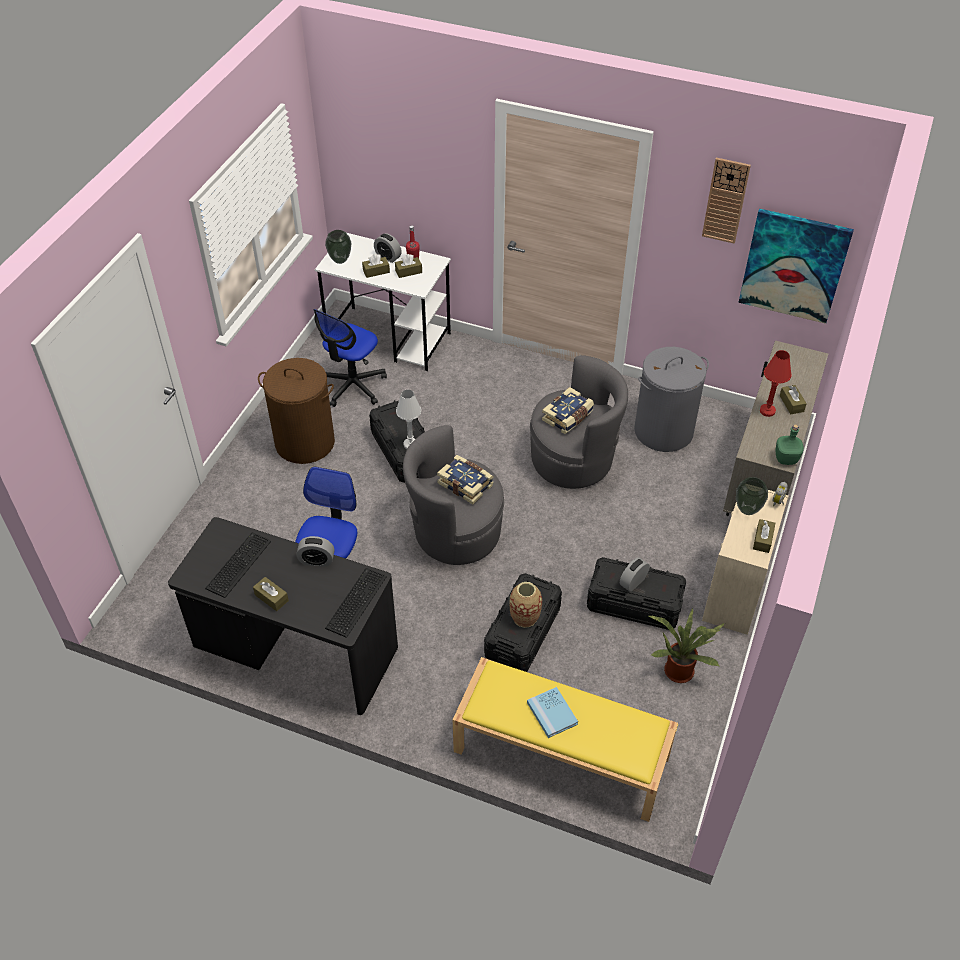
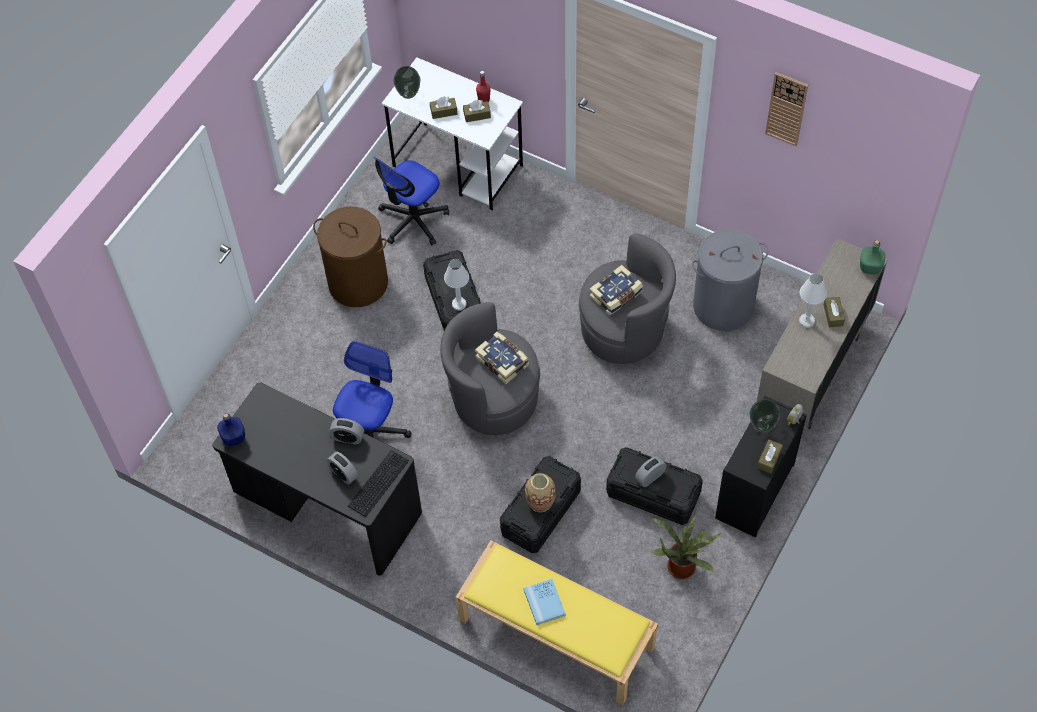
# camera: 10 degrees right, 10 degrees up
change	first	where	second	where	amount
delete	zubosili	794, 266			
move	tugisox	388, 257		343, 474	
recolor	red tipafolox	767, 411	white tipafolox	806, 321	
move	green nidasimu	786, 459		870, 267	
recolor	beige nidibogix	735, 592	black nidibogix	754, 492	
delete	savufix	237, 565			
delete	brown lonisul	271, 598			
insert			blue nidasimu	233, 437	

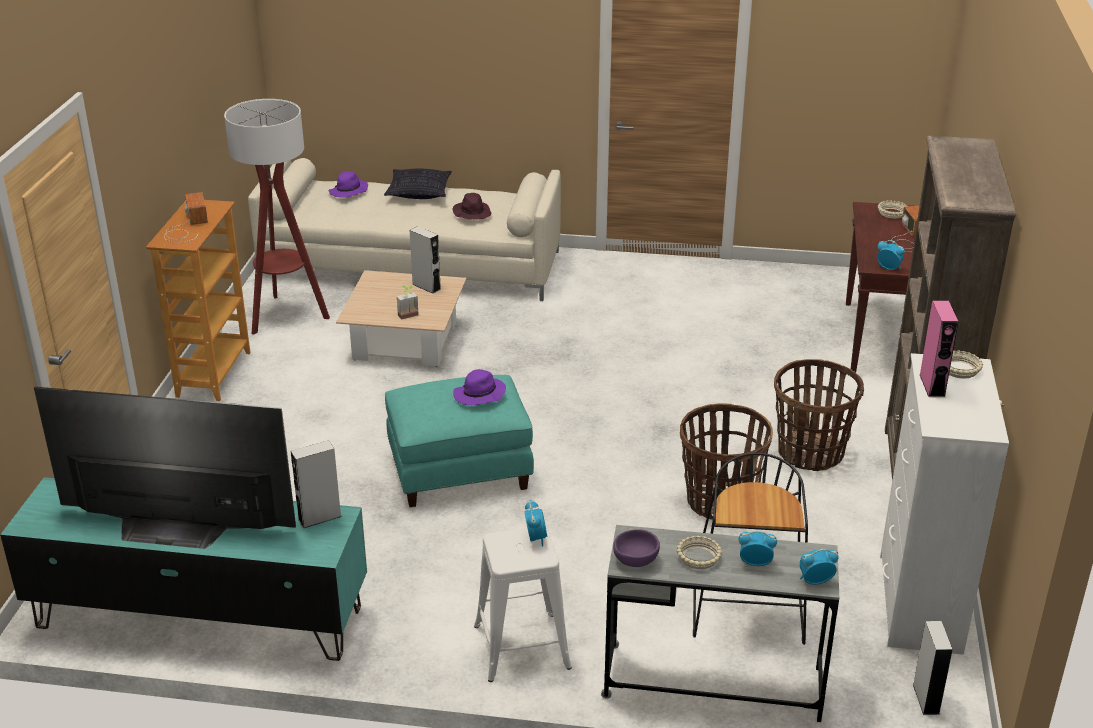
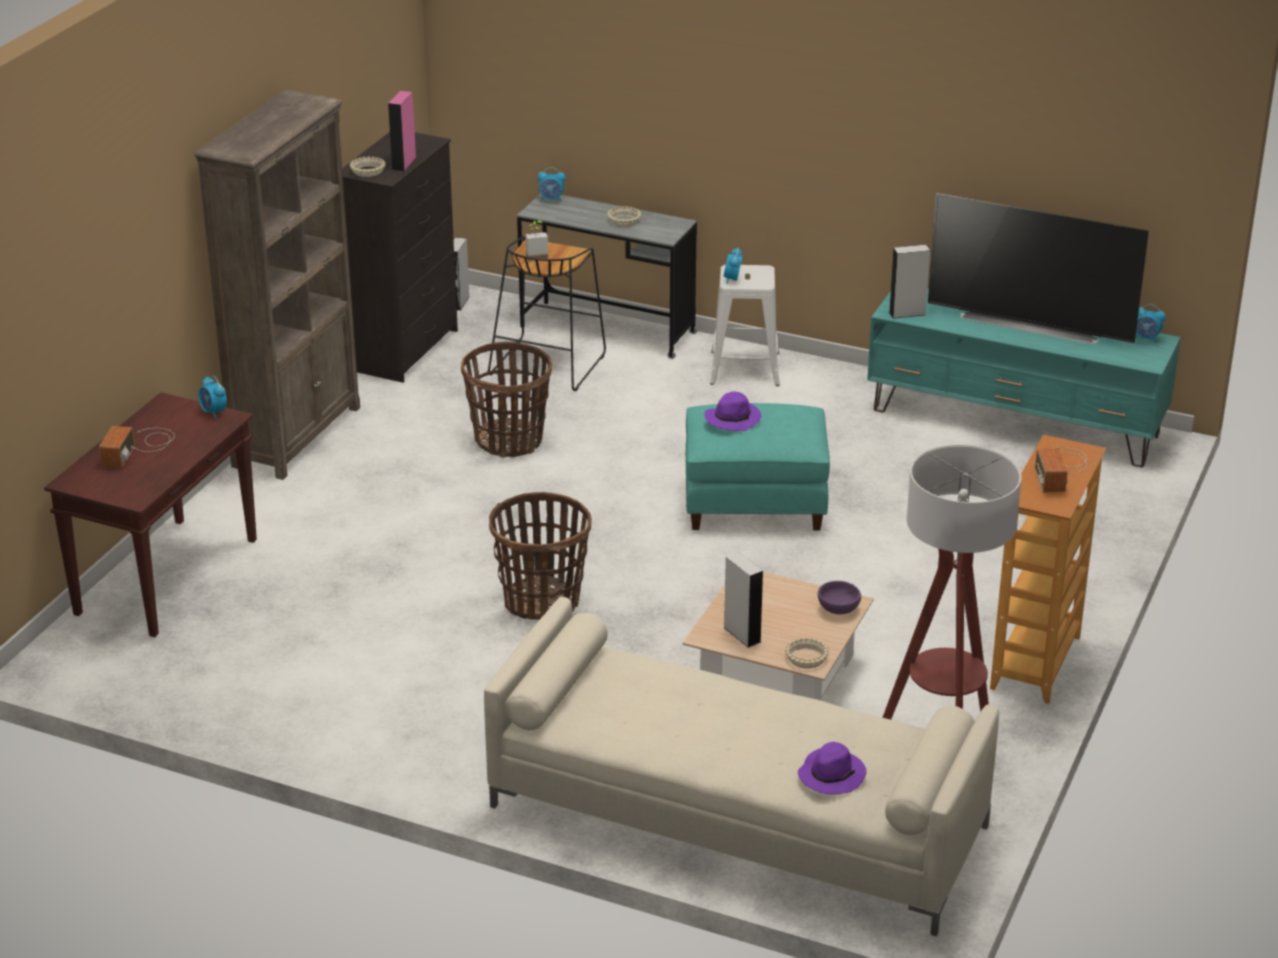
# camera: 165 degrees left, 0 degrees up
change	first	where	second	where	amount
delete	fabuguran	419, 193			
delete	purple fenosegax	472, 213			
move	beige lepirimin	892, 213		806, 658	
move	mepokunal	409, 317		536, 255	
recolor	white nidibogix	918, 604	black nidibogix	405, 350	
move	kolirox	810, 453		542, 601	
move	purple lepirimin	636, 560		837, 608	
move	tugisox	755, 562		1146, 339	

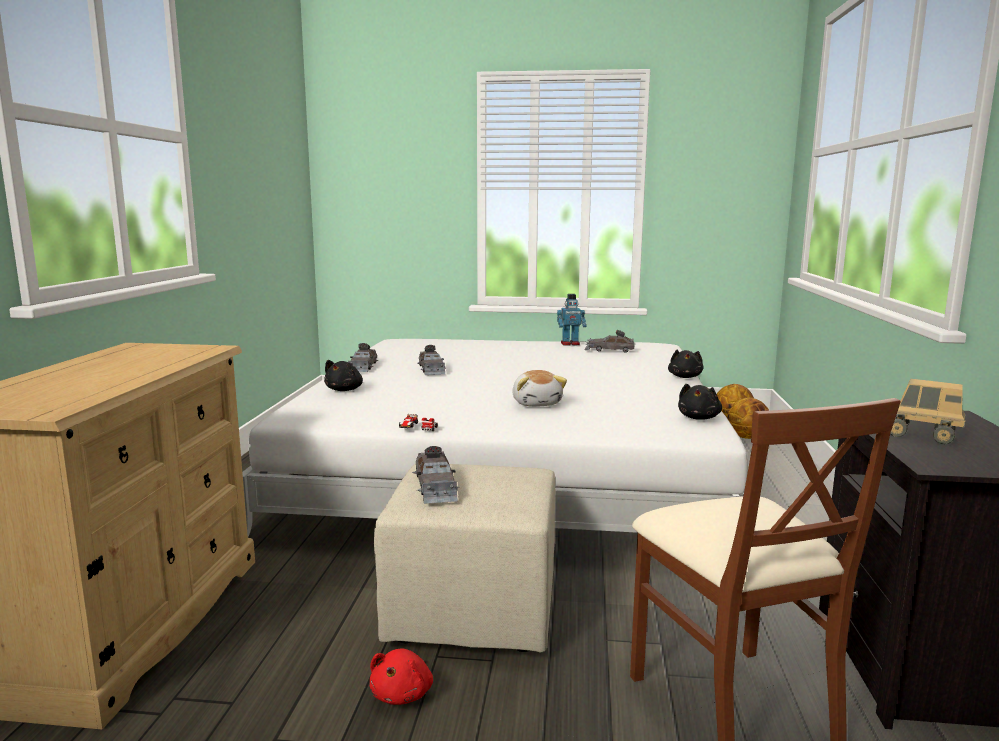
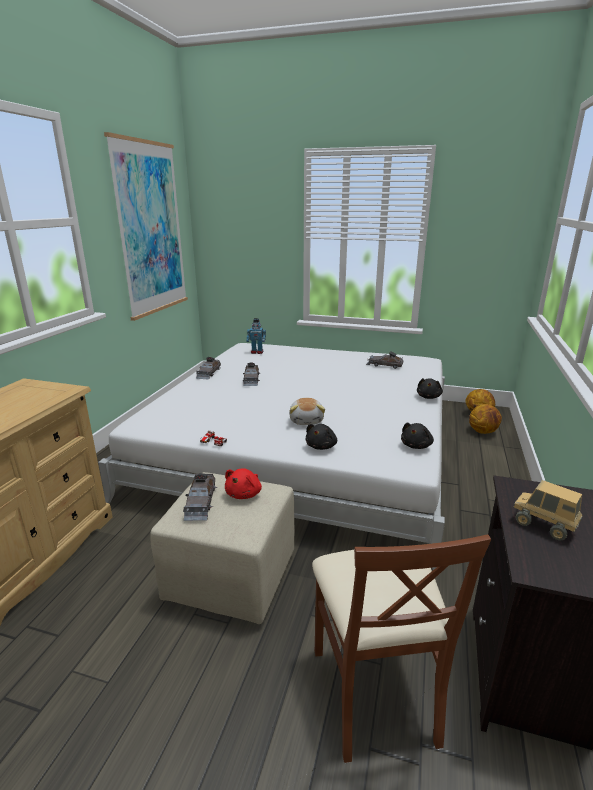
# camera: 10 degrees right, 10 degrees up
change	first	where	second	where	amount
move	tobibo	570, 344		257, 352	
move	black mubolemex	345, 390		321, 446	
move	red mubolemex	403, 694		244, 494	
insert			zubosili	150, 229	

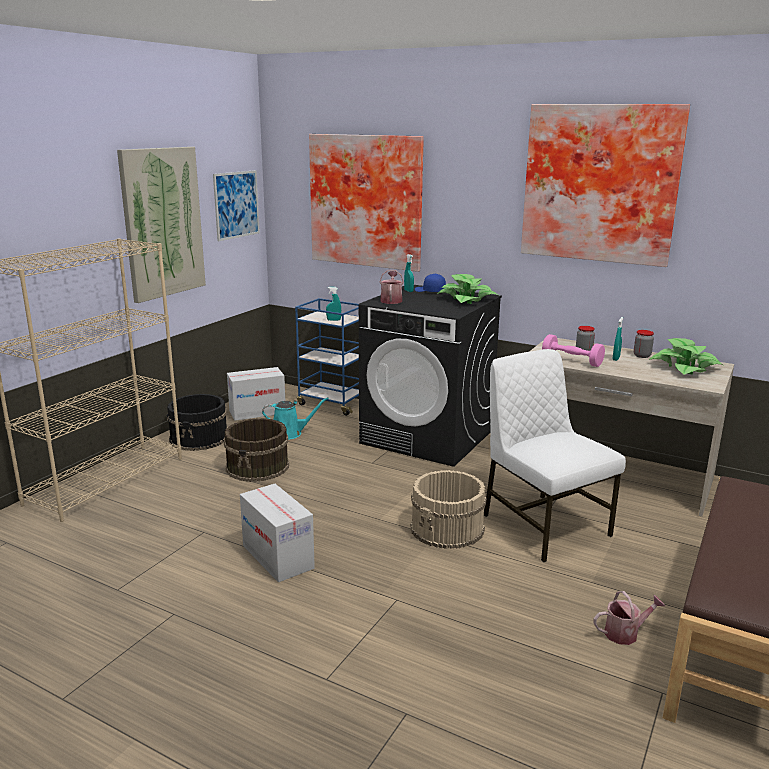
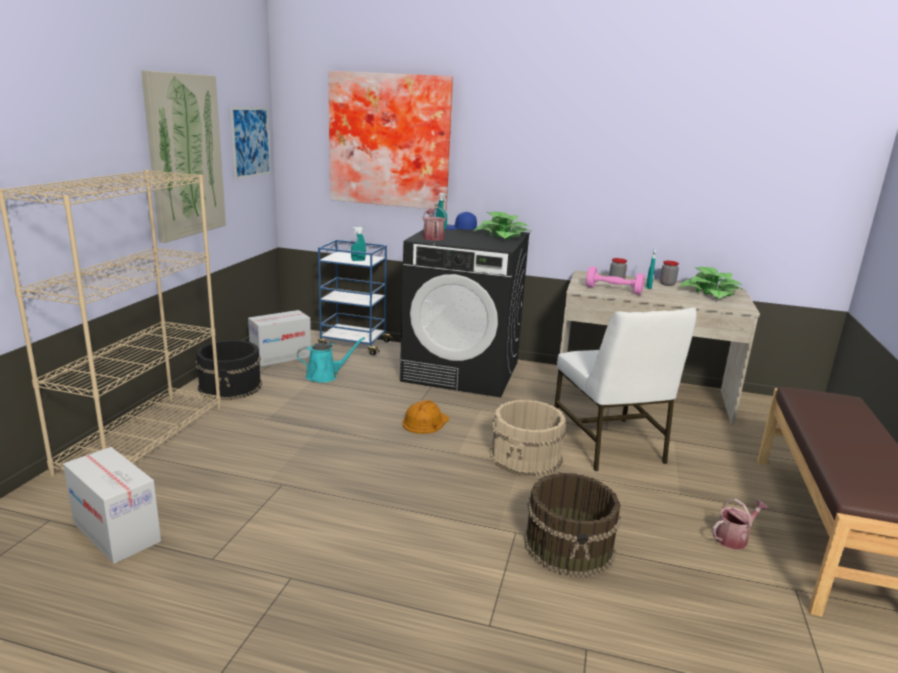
# camera: 15 degrees left, 0 degrees up
change	first	where	second	where	amount
delete	zubosili	600, 183			
rotate	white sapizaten	543, 524		609, 444	150 degrees counterclockwise
move	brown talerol	258, 467		569, 546	
move	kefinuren	278, 557		117, 532	
insert			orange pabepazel	425, 422	

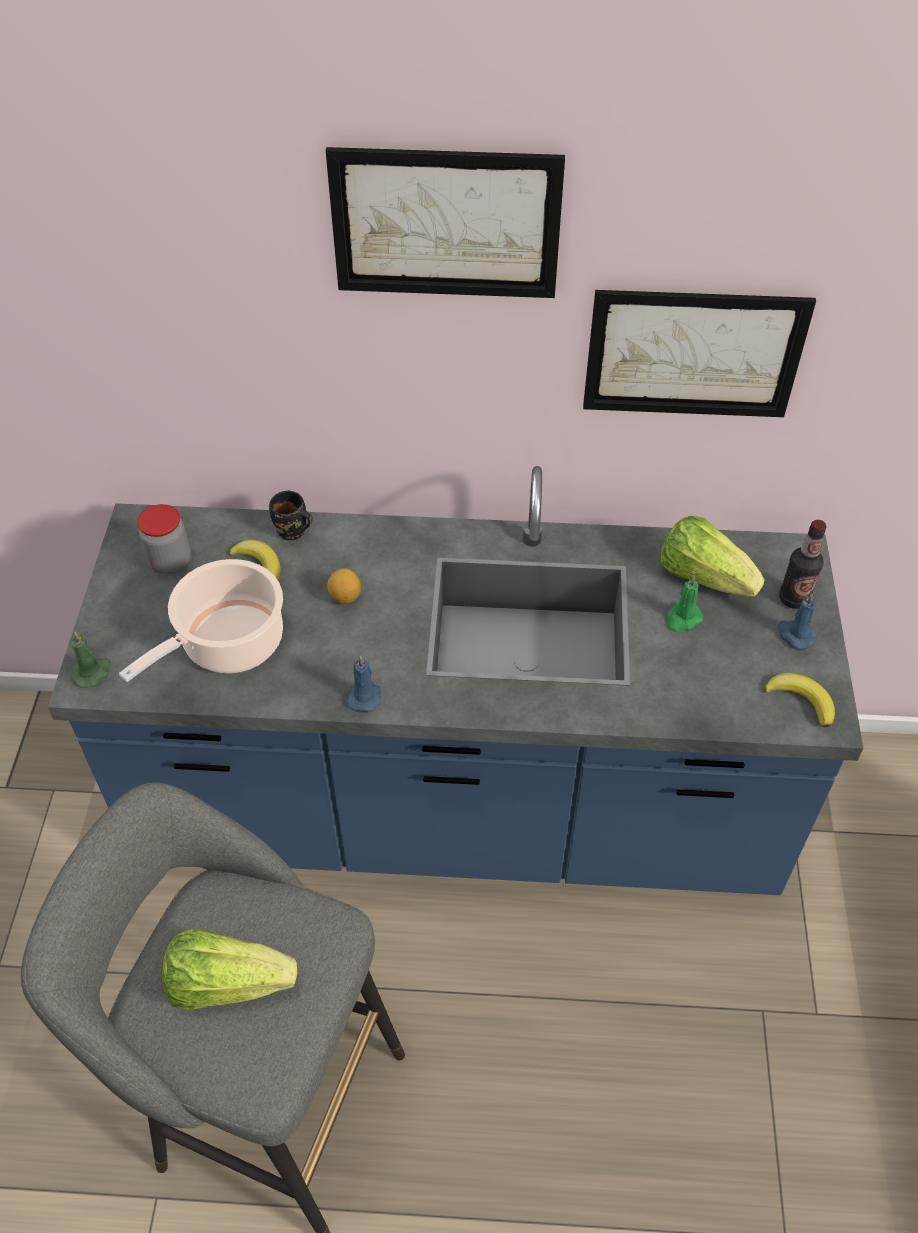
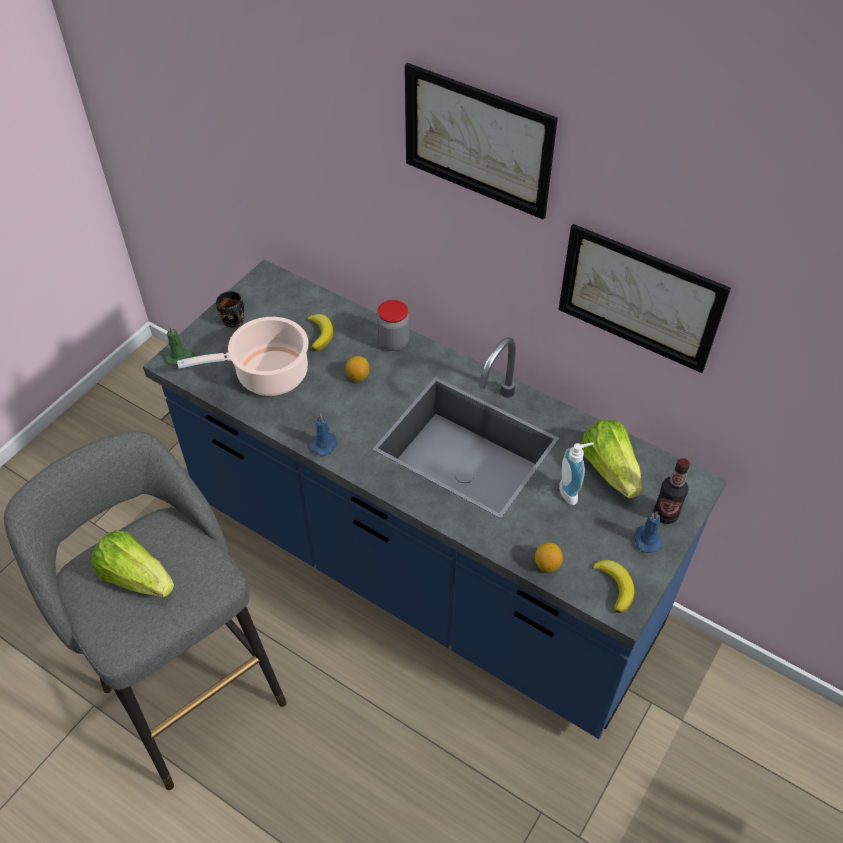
# camera: 30 degrees right, 0 degrees up
change	first	where	second	where	amount
move	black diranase	292, 533		233, 322	
move	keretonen	170, 562		393, 342	
replace	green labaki	682, 619	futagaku	572, 492	
insert			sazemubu	547, 564	

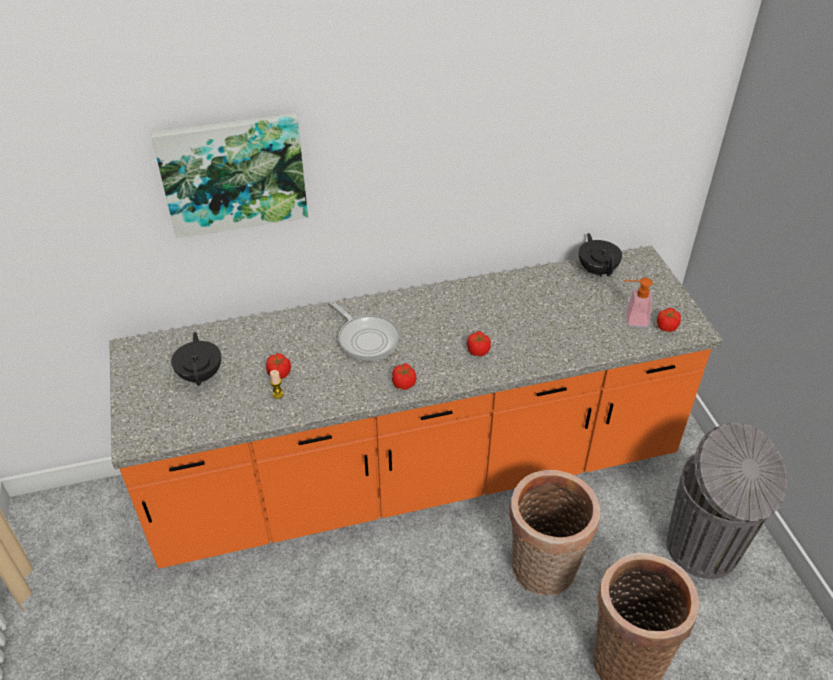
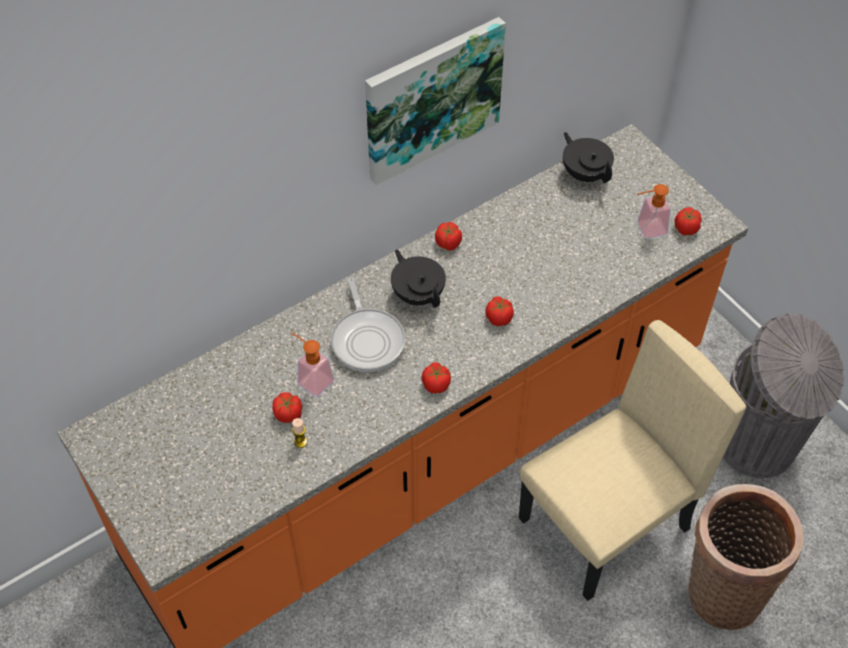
# camera: 20 degrees left, 10 degrees up
change	first	where	second	where	amount
move	zubosili	233, 174		432, 98	
rotate	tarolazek	366, 339		367, 339	45 degrees clockwise
move	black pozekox	201, 375		418, 294	
replace	kolirox	542, 571	beige sapizaten	605, 525	
insert			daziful	448, 243	
insert			futagaku	311, 379	

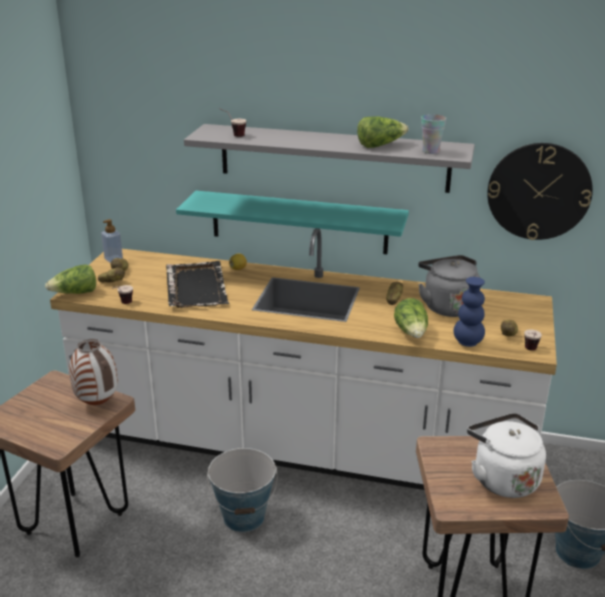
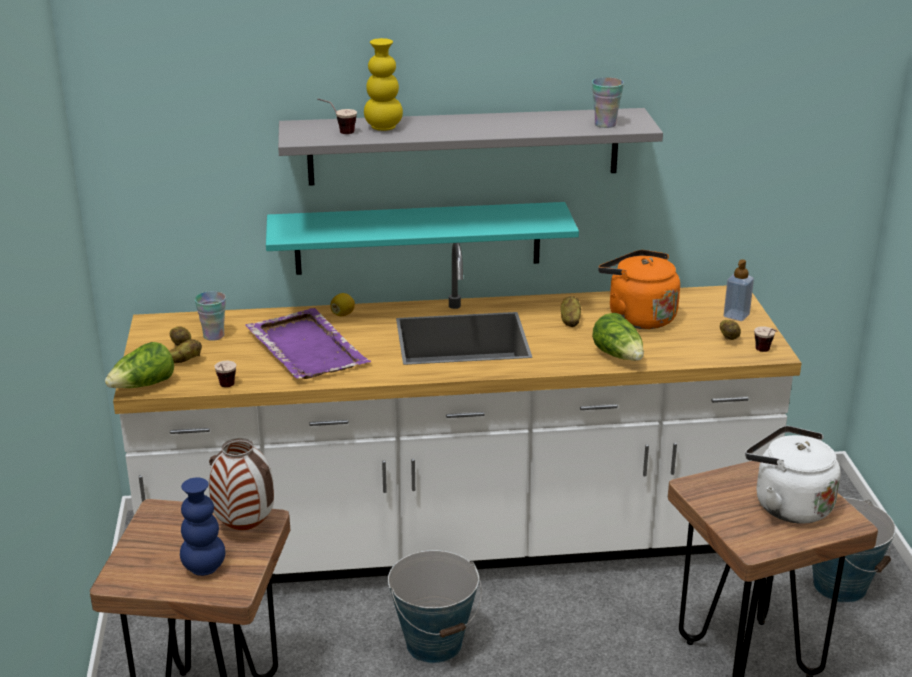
# camera: 20 degrees left, 0 degrees up
change	first	where	second	where	amount
delete	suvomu	380, 145			
delete	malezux	539, 191			
move	futagaku	113, 259		736, 315	
recolor	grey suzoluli	447, 306	orange suzoluli	638, 317	
recolor	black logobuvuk	196, 287	purple logobuvuk	306, 348	
move	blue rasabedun	467, 342		204, 568	
insert			yellow rasabedun	383, 127	
insert			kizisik	213, 336	

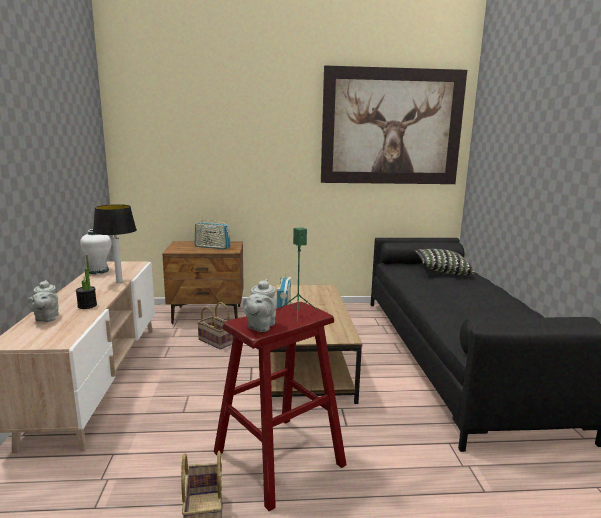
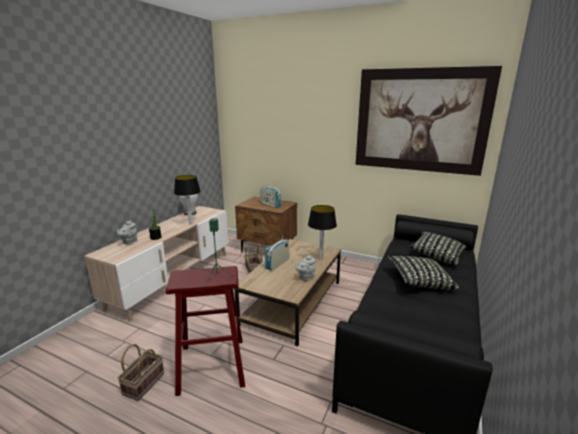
# camera: 30 degrees right, 5 degrees up
change	first	where	second	where	amount
move	grey pozekox	260, 326		305, 277	
insert			tipafolox	321, 258	
insert			fabuguran	419, 282	

